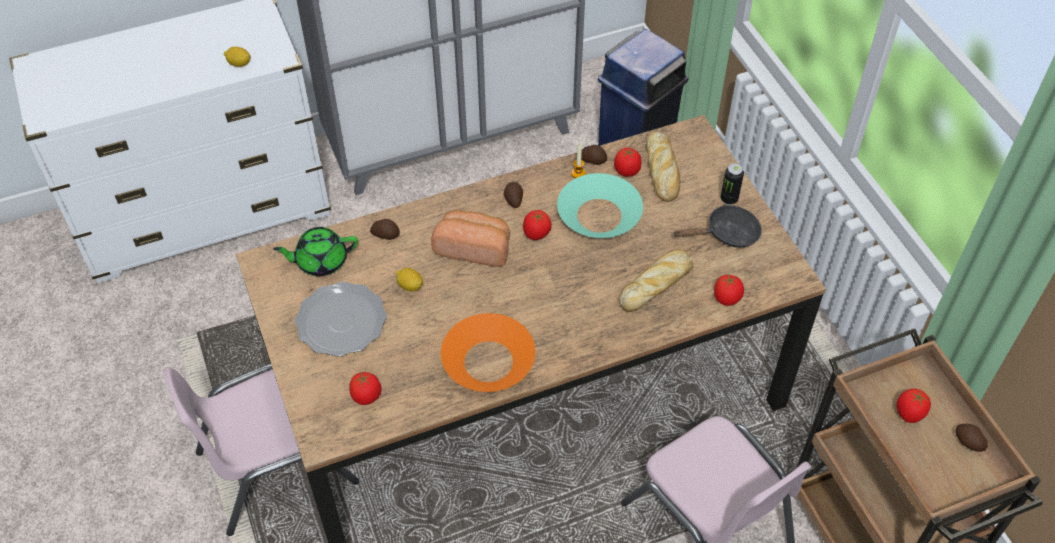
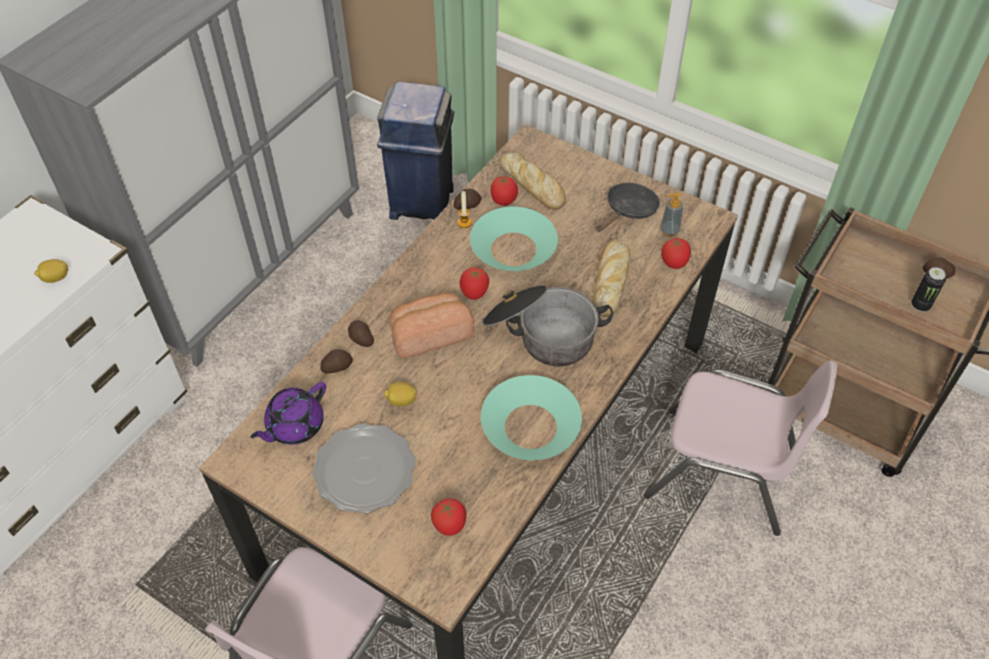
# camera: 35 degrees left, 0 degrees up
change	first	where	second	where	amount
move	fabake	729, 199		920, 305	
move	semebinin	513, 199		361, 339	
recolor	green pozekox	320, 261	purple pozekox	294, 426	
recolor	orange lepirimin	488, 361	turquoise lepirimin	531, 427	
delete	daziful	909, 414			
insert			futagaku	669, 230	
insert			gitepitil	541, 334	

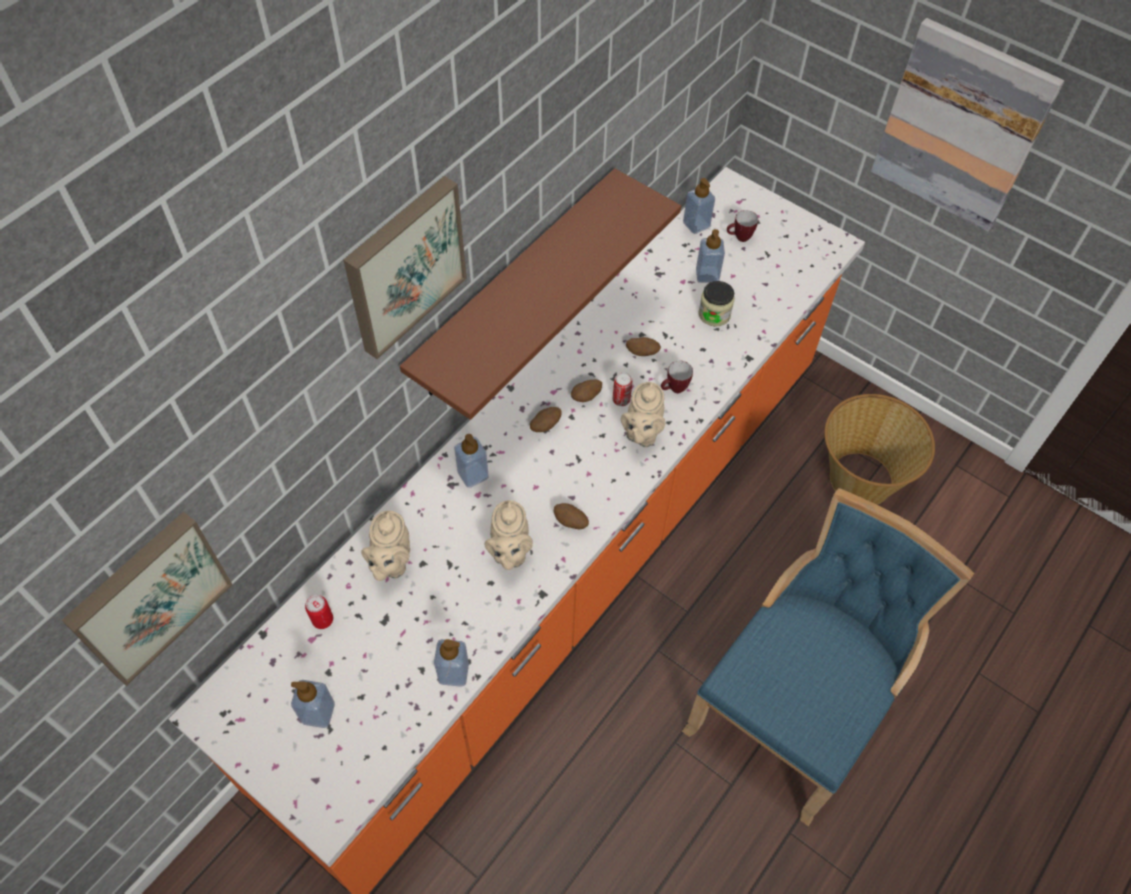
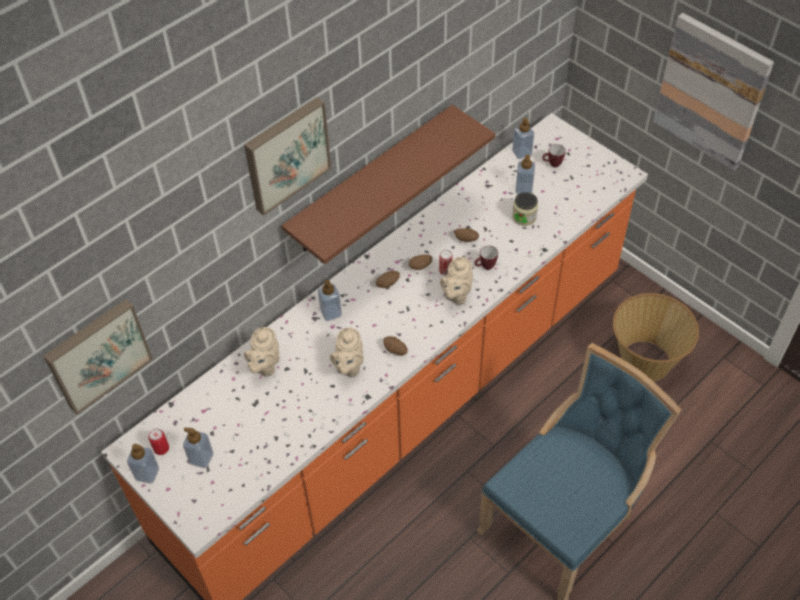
# camera: 10 degrees right, 5 degrees down
change	first	where	second	where	amount
move	fabake	322, 620		161, 449	
move	futagaku	453, 672		147, 473	

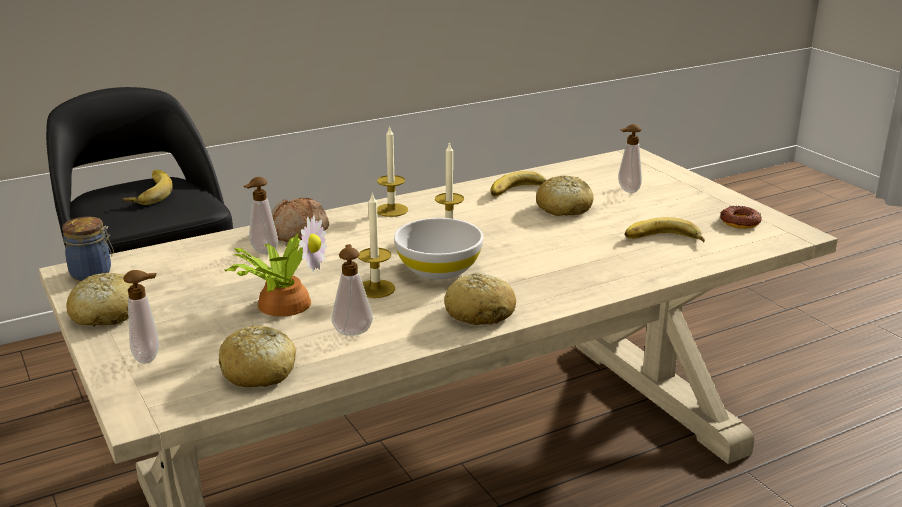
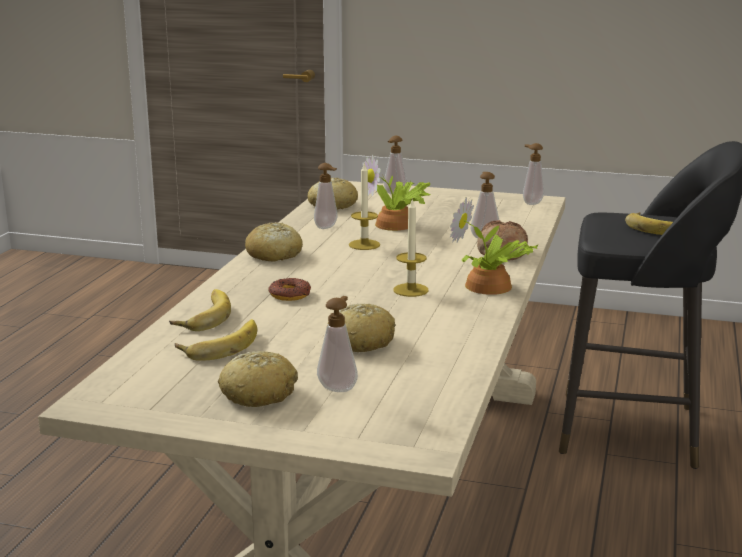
# camera: 135 degrees right, 5 degrees down
change	first	where	second	where	amount
replace	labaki	391, 210	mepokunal	489, 287	
move	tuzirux	521, 192		202, 316	
move	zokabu	739, 222		290, 295	
replace	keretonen	93, 273	futagaku	531, 203	
delete	white lepirimin	439, 269			
move	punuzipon	106, 314		259, 394	

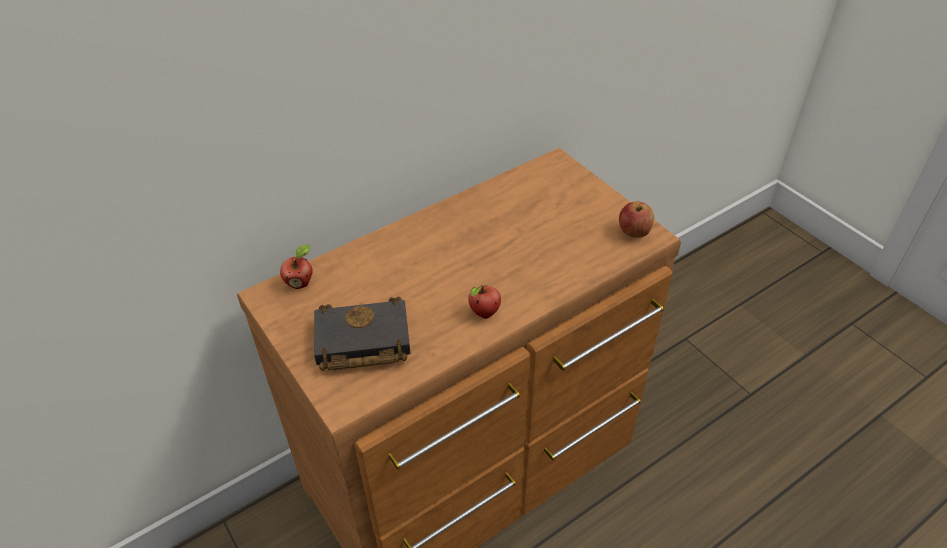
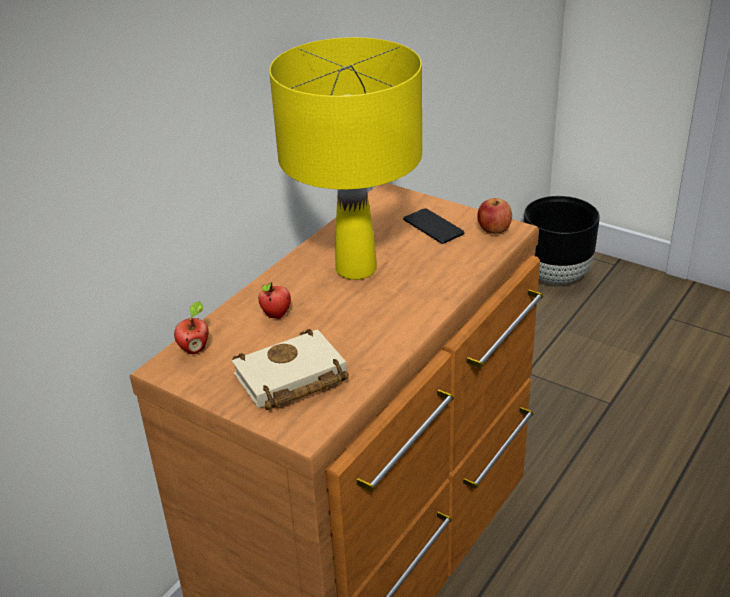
# camera: 20 degrees left, 10 degrees down
change	first	where	second	where	amount
move	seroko	484, 314		276, 316	
recolor	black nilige	360, 342	beige nilige	289, 379	
insert			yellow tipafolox	356, 269	
insert			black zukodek	555, 275	
insert			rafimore	433, 227	

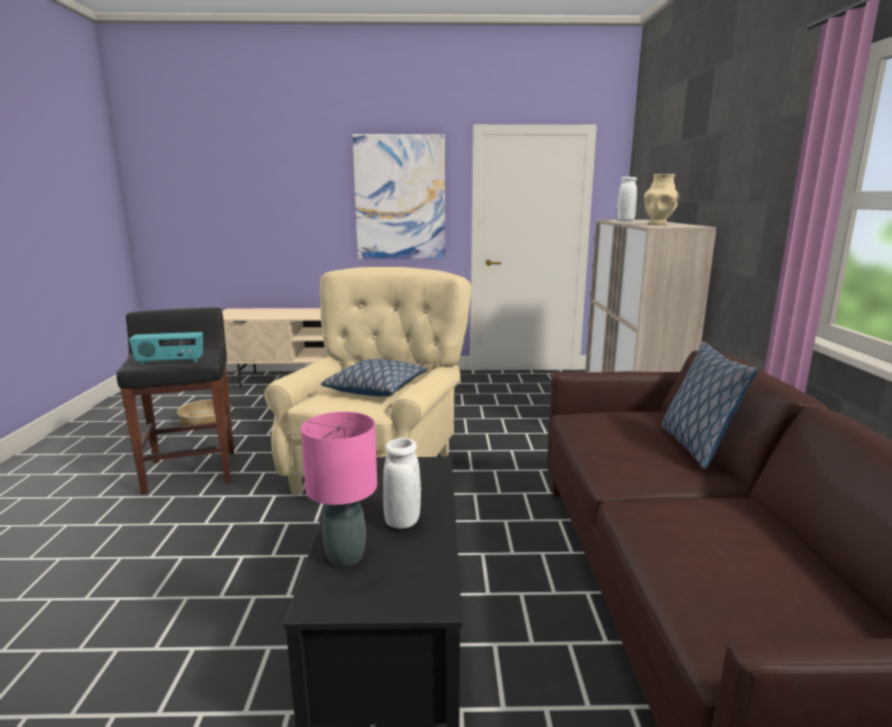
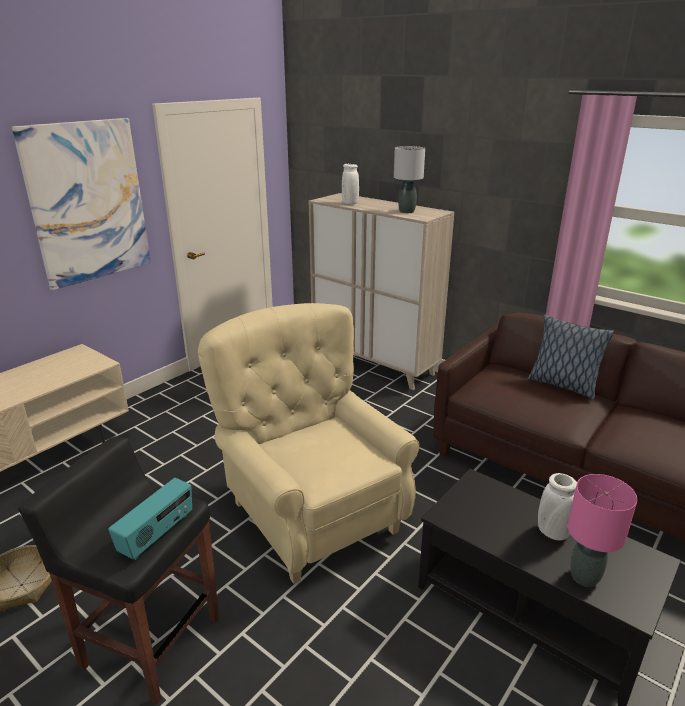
# camera: 50 degrees left, 10 degrees up
change	first	where	second	where	amount
replace	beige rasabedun	658, 224	grey tipafolox	406, 211	
delete	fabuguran	375, 388			

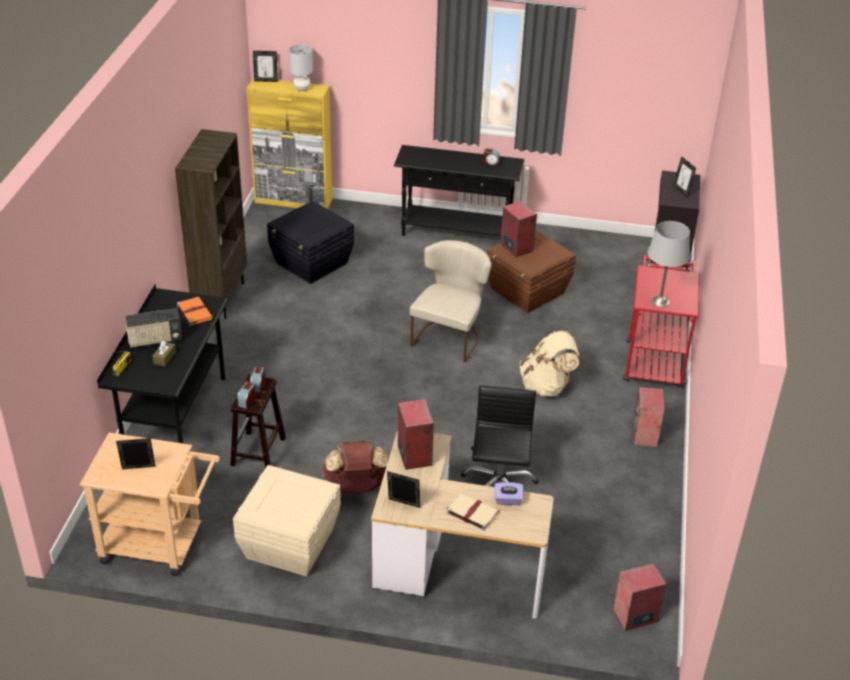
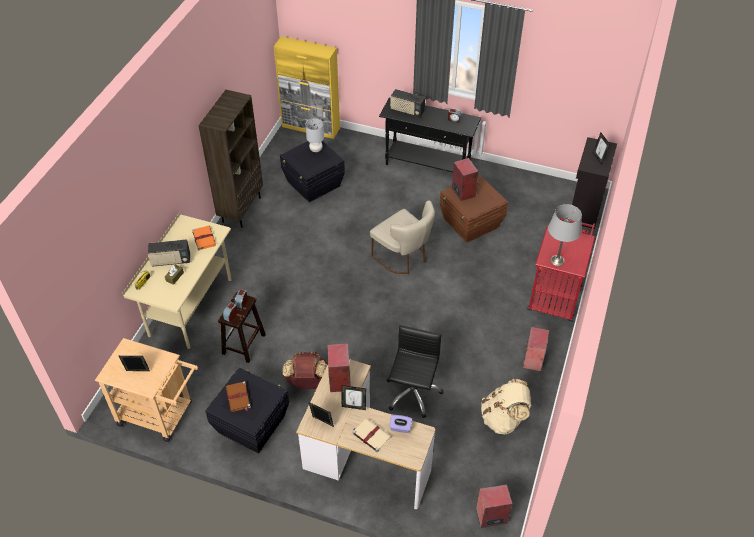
# camera: 10 degrees right, 10 degrees up
change	first	where	second	where	amount
move	grey tipafolox	302, 89		316, 149	
move	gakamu	266, 80		354, 406	
rotate	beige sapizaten	449, 336		403, 258	105 degrees clockwise
recolor	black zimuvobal	175, 416	beige zimuvobal	190, 308	
move	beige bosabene	547, 386		503, 419	
recolor	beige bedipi	289, 543	black bedipi	251, 424	
insert			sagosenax	407, 111	
insert			brown nilige	238, 398	

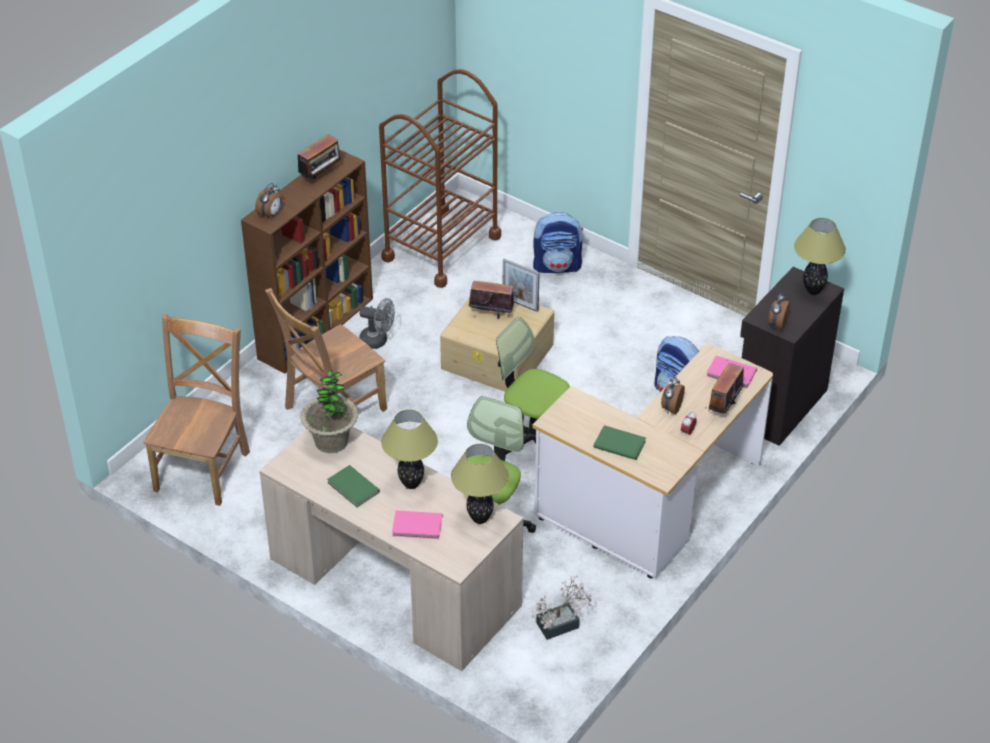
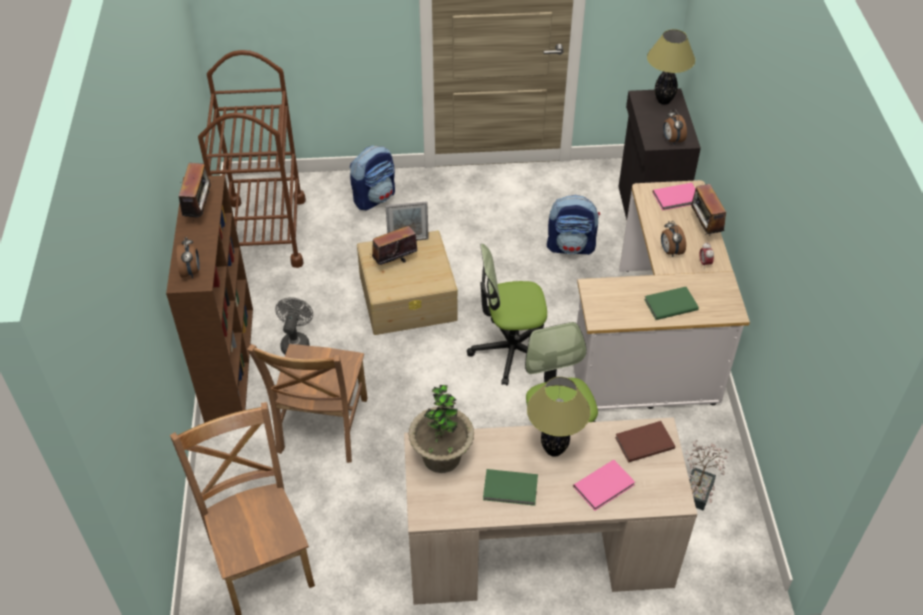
# camera: 40 degrees left, 5 degrees up
change	first	where	second	where	amount
rotate	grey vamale	378, 341		296, 342	60 degrees counterclockwise
replace	tipafolox	479, 518	brown nilige	643, 442	

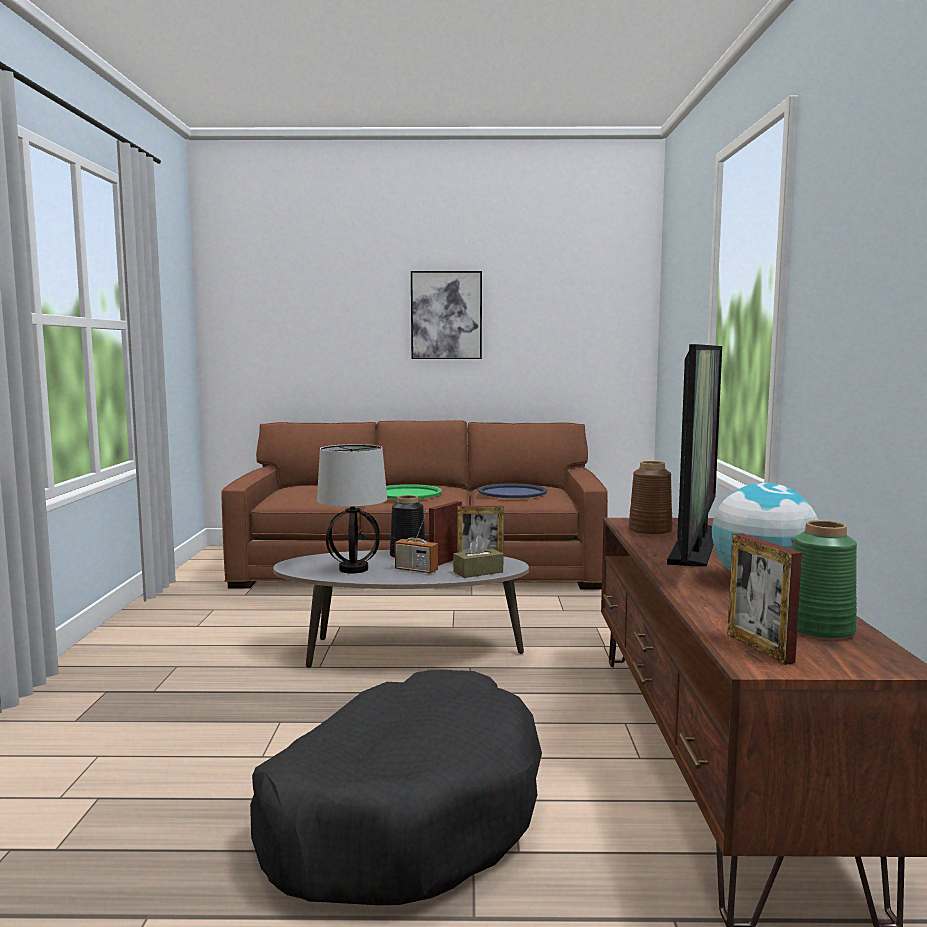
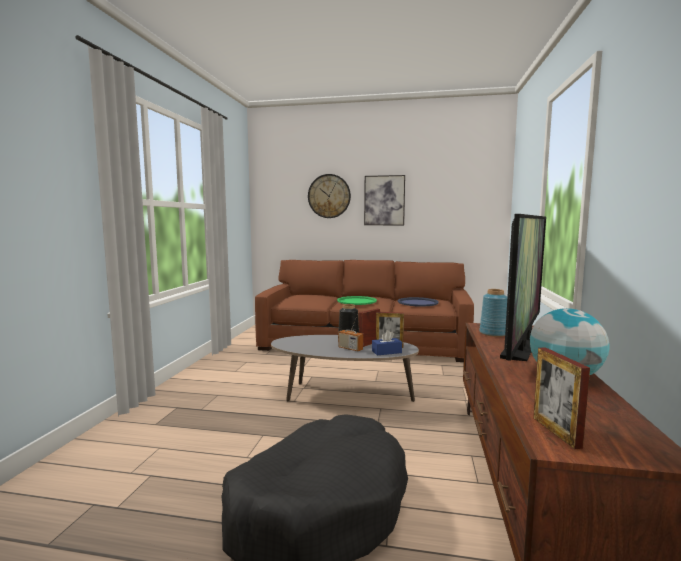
# camera: 10 degrees right, 0 degrees up
change	first	where	second	where	amount
delete	tipafolox	353, 569			
recolor	brown rasabedun	649, 531	blue rasabedun	493, 333	
delete	green rasabedun	818, 629			
recolor	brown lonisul	478, 572	blue lonisul	386, 352	
insert			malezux	329, 196	

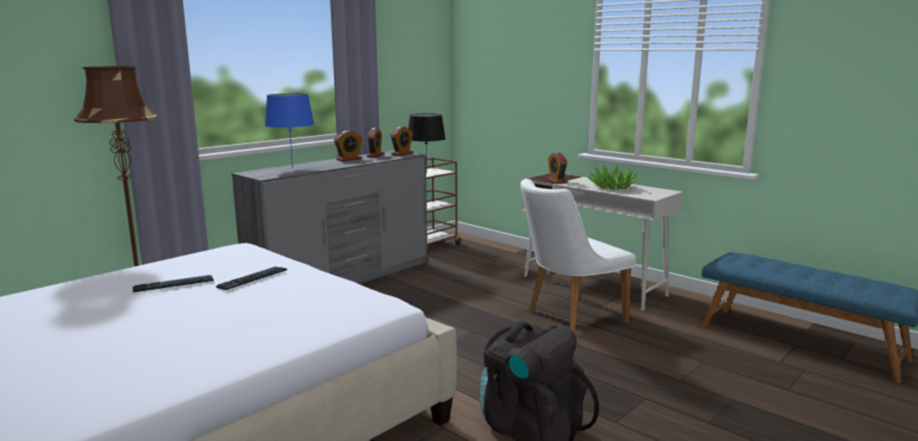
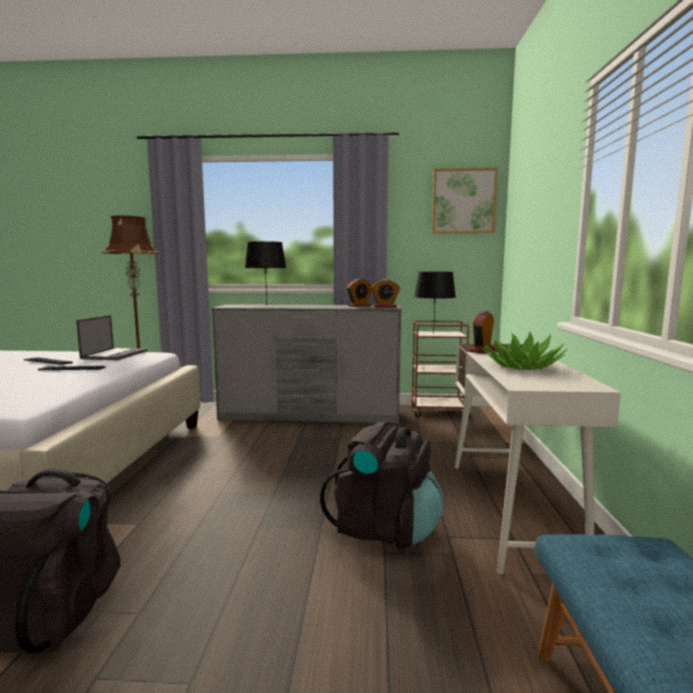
# camera: 50 degrees right, 5 degrees down
change	first	where	second	where	amount
recolor	blue tipafolox	292, 168	black tipafolox	266, 305	
delete	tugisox	349, 159			
replace	white sapizaten	568, 317	black bosabene	384, 528	
insert			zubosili	463, 201	
insert			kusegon	115, 354	

